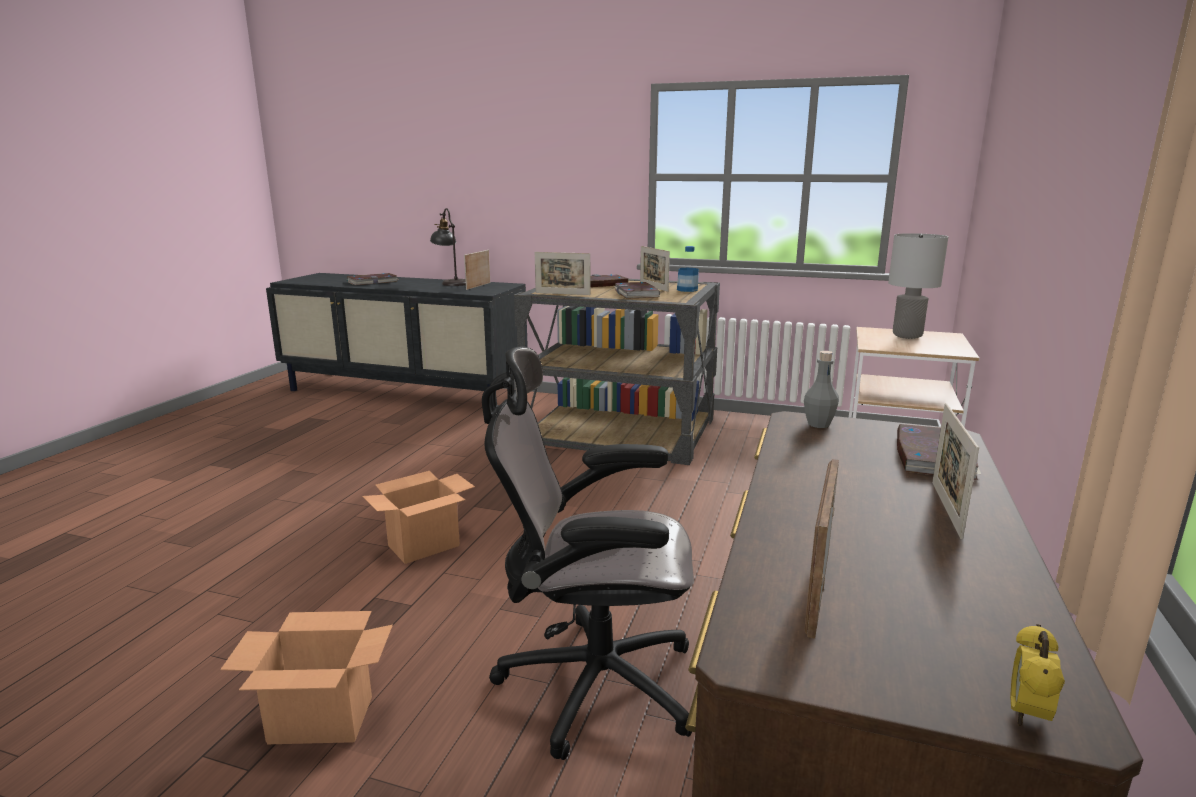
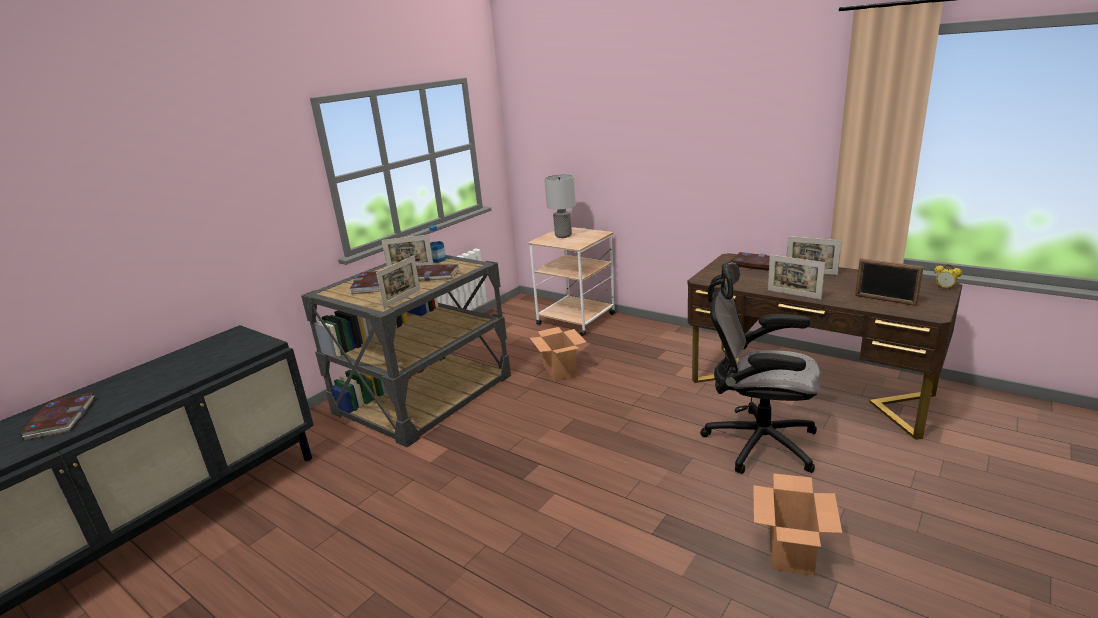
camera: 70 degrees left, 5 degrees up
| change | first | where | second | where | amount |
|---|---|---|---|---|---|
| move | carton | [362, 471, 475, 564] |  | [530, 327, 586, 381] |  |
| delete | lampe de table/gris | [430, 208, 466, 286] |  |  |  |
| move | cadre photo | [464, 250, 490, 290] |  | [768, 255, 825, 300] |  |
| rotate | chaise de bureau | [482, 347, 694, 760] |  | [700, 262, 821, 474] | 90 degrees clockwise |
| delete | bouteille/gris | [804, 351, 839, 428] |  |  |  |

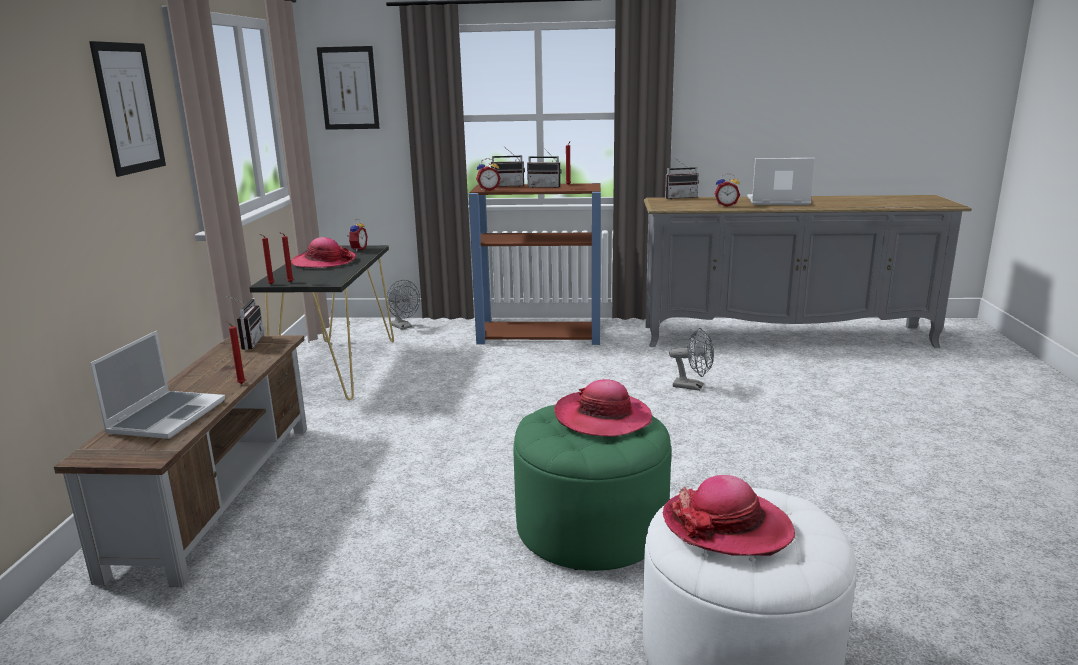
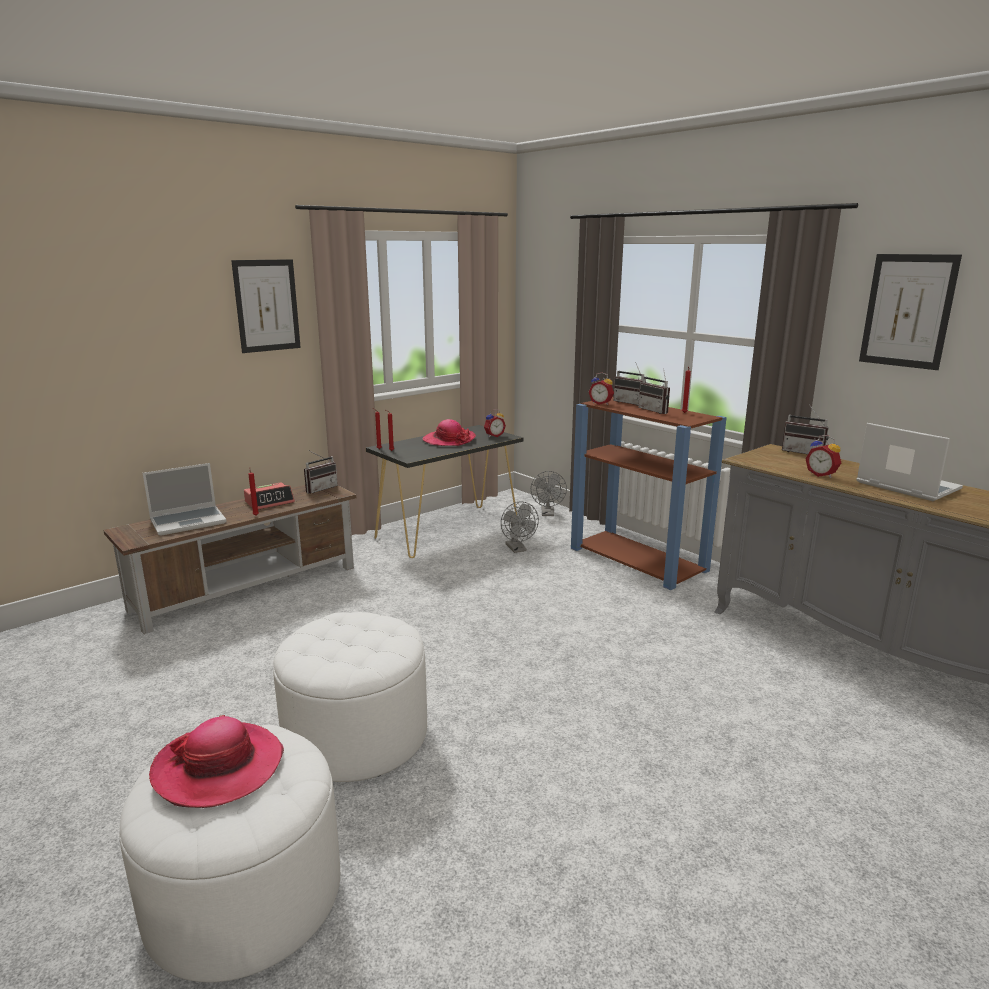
camera: 45 degrees right, 0 degrees up
| change | first | where | second | where | amount |
|---|---|---|---|---|---|
| move | tableau | [317, 46, 380, 130] |  | [859, 254, 962, 370] |  |
| recolor | pouf/vert | [513, 405, 671, 571] | pouf/blanc | [273, 612, 427, 782] |  |
| delete | chapeau | [554, 379, 652, 437] |  |  |  |
| move | ventilateur/gris | [669, 328, 714, 391] |  | [501, 502, 539, 553] |  |
| insert |  |  | réveil | [244, 482, 295, 510] |  |

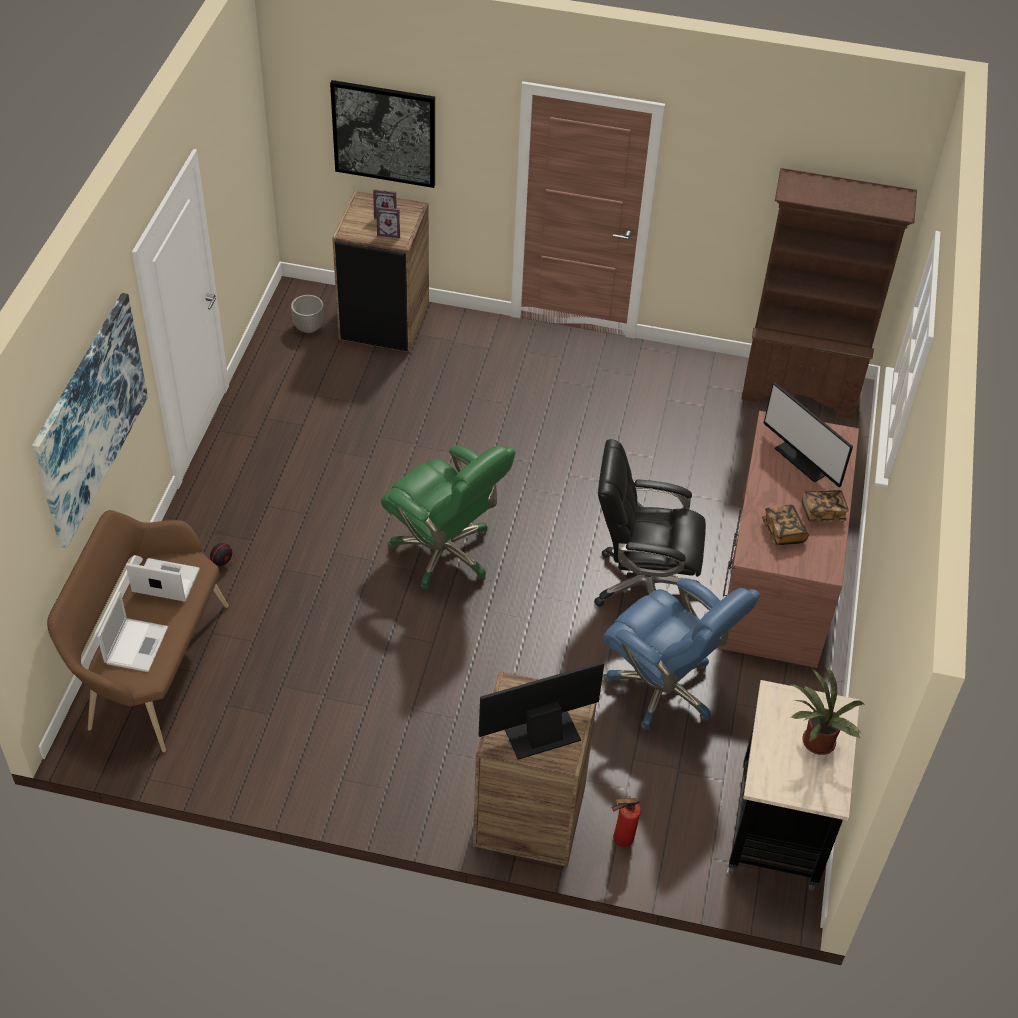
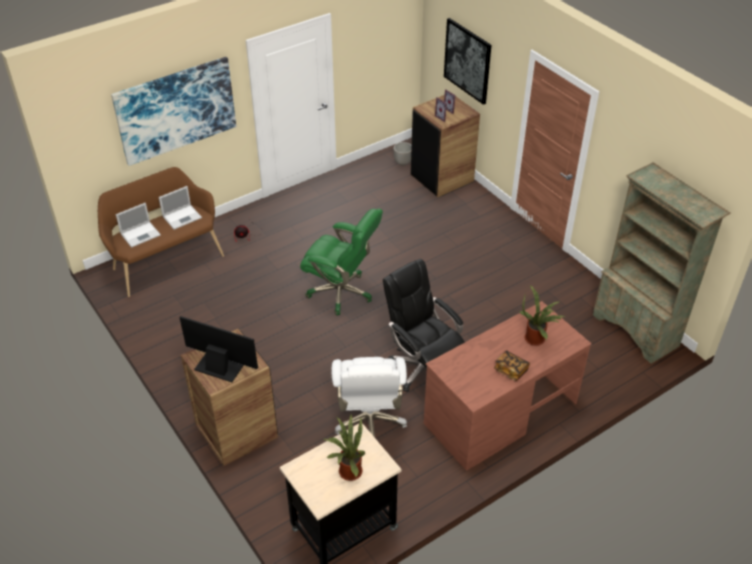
camera: 45 degrees right, 5 degrees down
| change | first | where | second | where | amount |
|---|---|---|---|---|---|
| rotate | ordinateur portable | [126, 558, 200, 602] |  | [159, 186, 202, 230] | 90 degrees clockwise |
| rotate | chaise de bureau/vert | [381, 445, 515, 590] |  | [300, 208, 383, 316] | 60 degrees counterclockwise |
| recolor | chaise de bureau/bleu | [603, 578, 760, 730] | chaise de bureau/blanc | [331, 357, 407, 437] |  |
| delete | extincteur | [612, 796, 641, 847] |  |  |  |
| recolor | bibliothèque/marron | [741, 168, 917, 419] | bibliothèque/vert | [593, 162, 731, 364] |  |
| delete | livre | [762, 504, 809, 545] |  |  |  |
| replace | écran d'ordinateur | [763, 382, 853, 487] | plante en pot | [520, 285, 566, 346] |  |

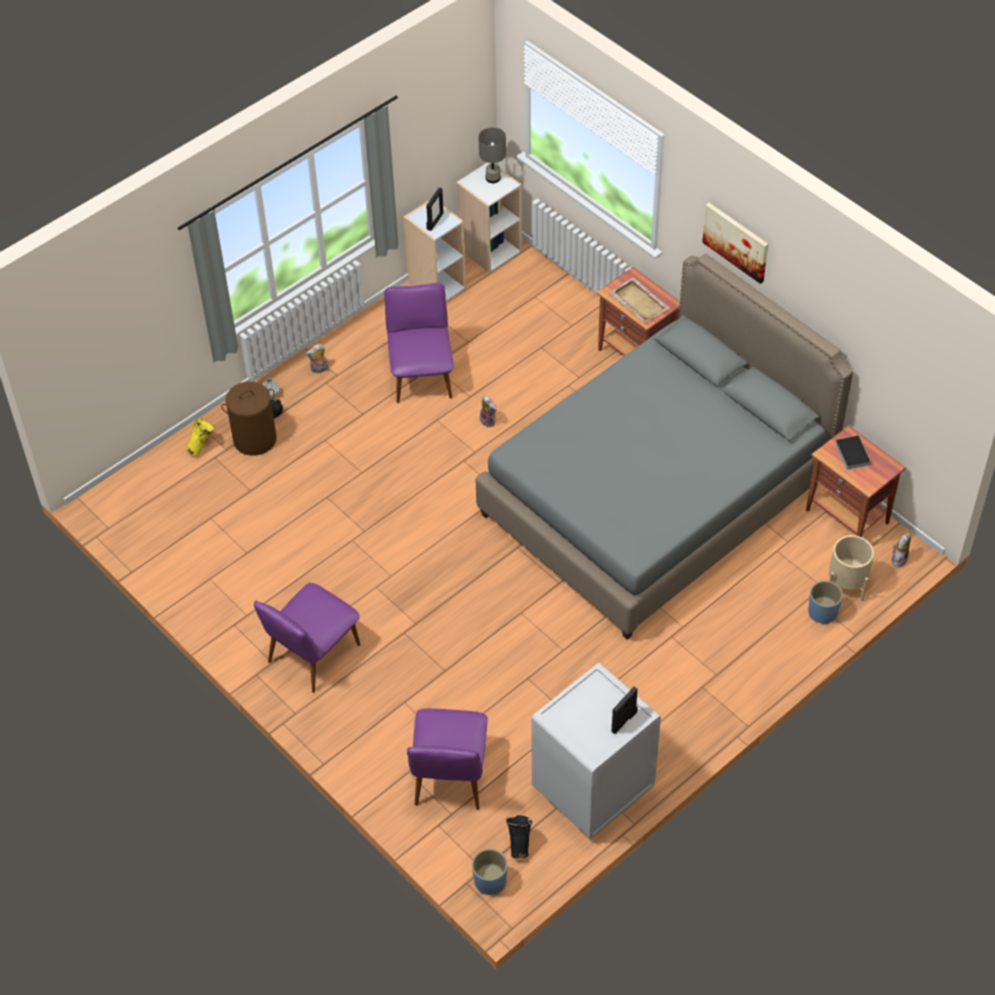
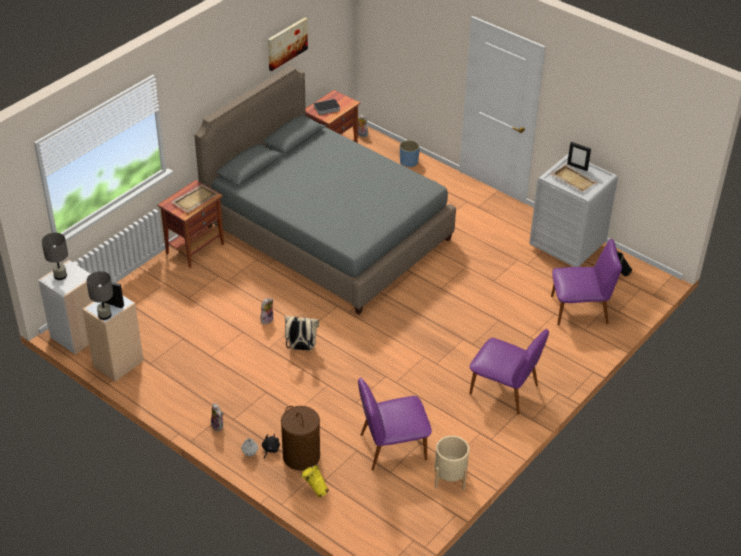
camera: 100 degrees left, 10 degrees down
| change | first | where | second | where | amount |
|---|---|---|---|---|---|
| move | chaise/violet | [384, 283, 454, 403] |  | [358, 377, 432, 470] |  |
| delete | cache-pot/bleu | [472, 849, 508, 895] |  |  |  |
| move | tableau | [702, 203, 768, 284] |  | [268, 17, 308, 71] |  |
| move | cache-pot/beige | [829, 535, 874, 601] |  | [435, 436, 469, 490] |  |
| insert |  |  | lampe de table/gris | [86, 271, 113, 320] |  |
| insert |  |  | sac à dos/beige | [285, 315, 319, 351] |  |
| insert |  |  | plateau/beige | [550, 164, 598, 192] |  |

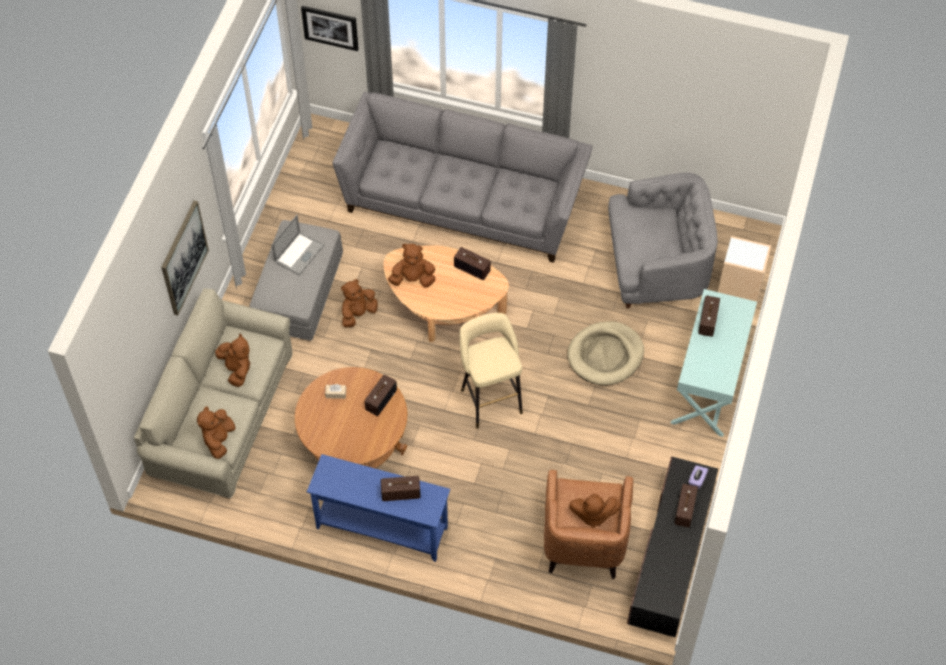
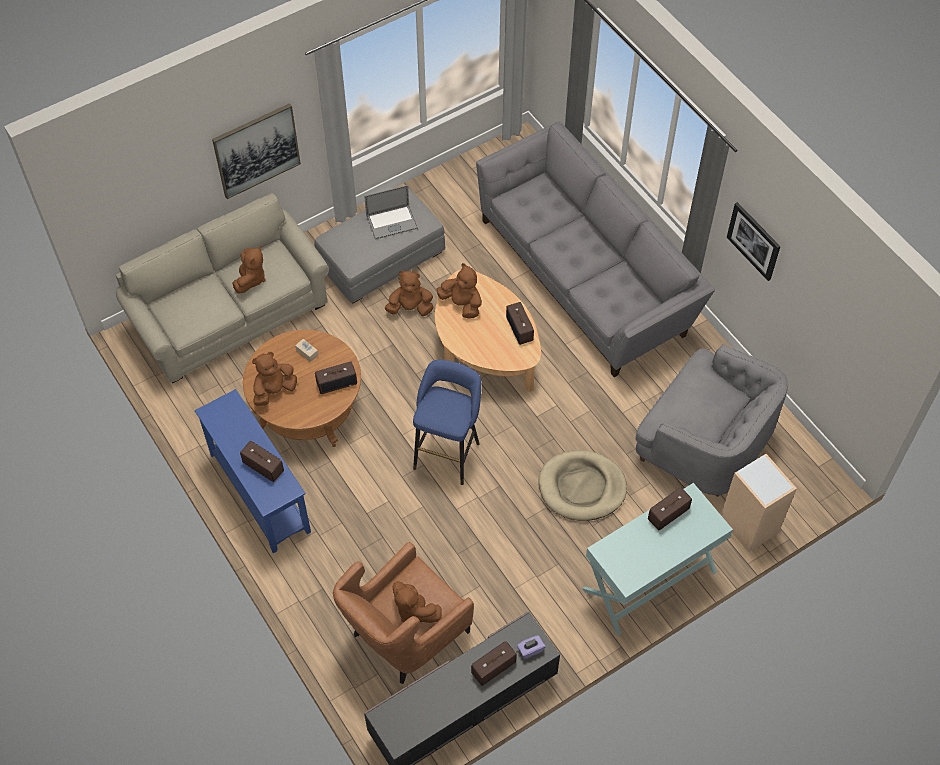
camera: 40 degrees right, 0 degrees up
| change | first | where | second | where | amount |
|---|---|---|---|---|---|
| move | peluche/marron | [197, 406, 236, 459] |  | [252, 352, 297, 406] |  |
| move | tableau | [301, 6, 359, 51] |  | [727, 202, 780, 281] |  |
| recolor | tabouret/beige | [459, 313, 523, 428] | tabouret/bleu | [413, 360, 481, 485] |  |

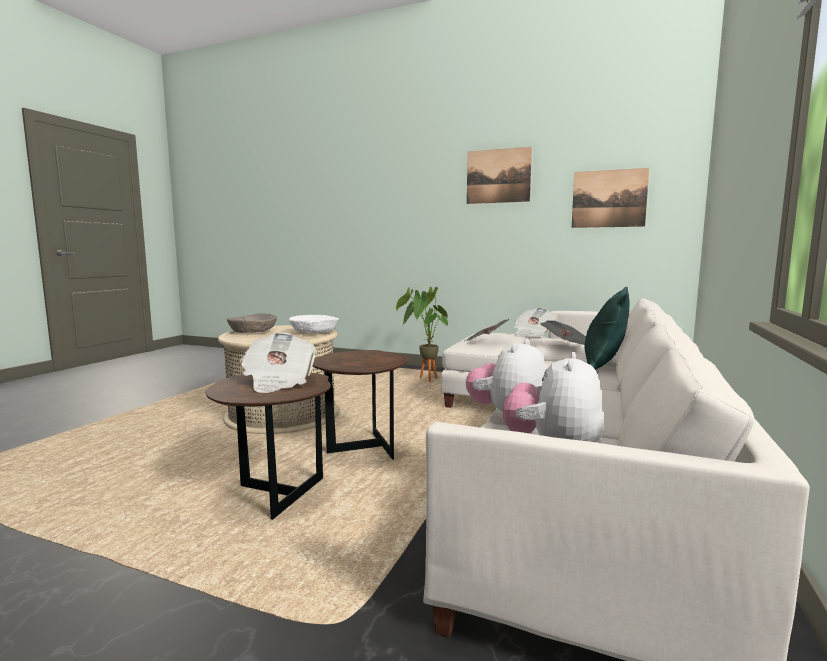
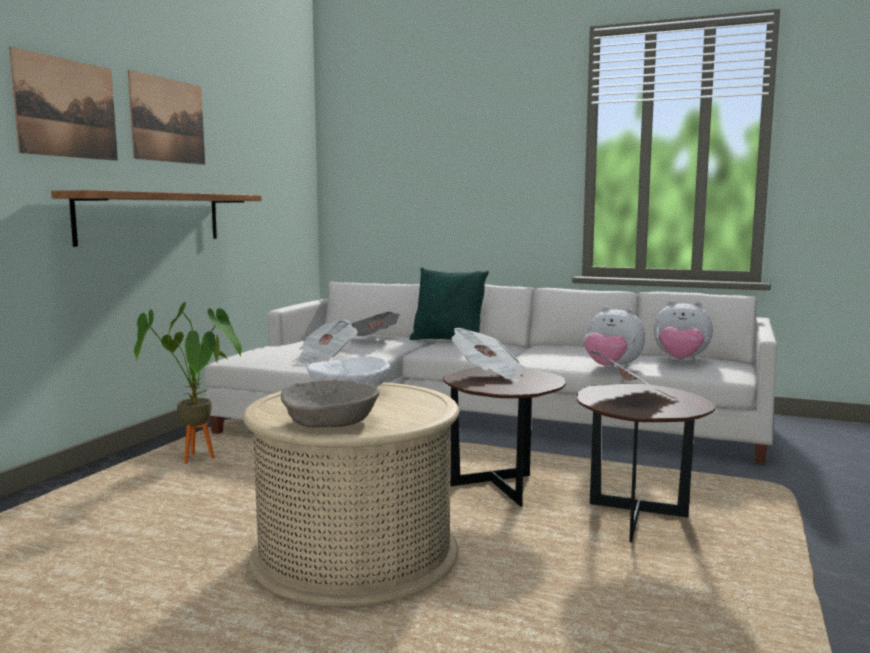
camera: 90 degrees left, 0 degrees up
| change | first | where | second | where | amount |
|---|---|---|---|---|---|
| move | journal | [514, 308, 557, 337] |  | [452, 328, 525, 381] |  |
| move | tableau | [572, 168, 649, 228] |  | [9, 47, 118, 161] |  |
| insert |  |  | étagère | [51, 190, 262, 247] |  |

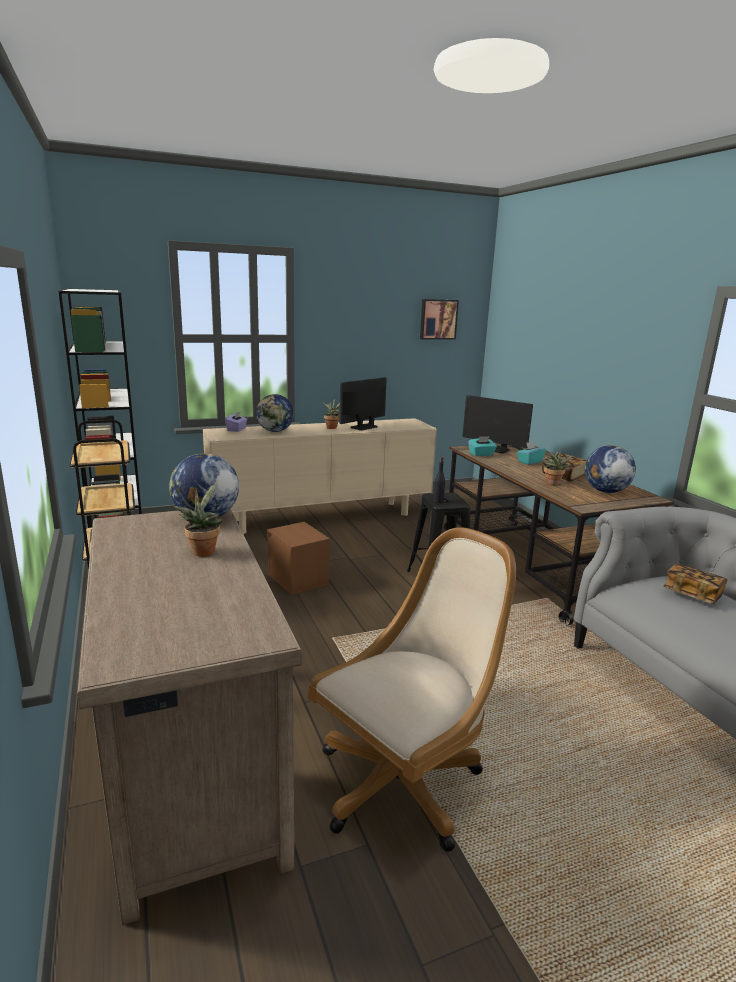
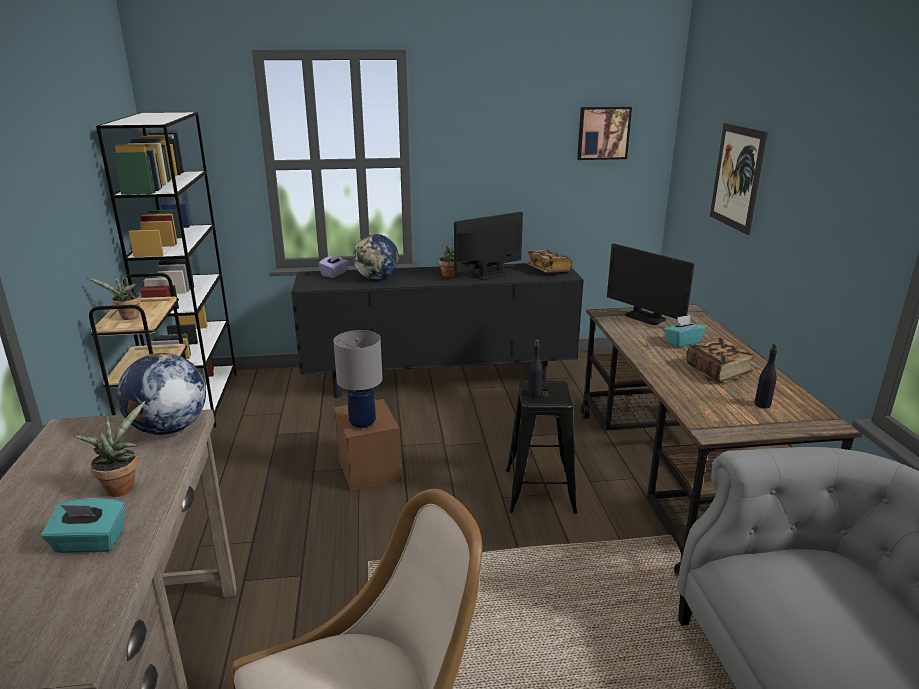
camera: 15 degrees right, 5 degrees up
| change | first | where | second | where | amount |
|---|---|---|---|---|---|
| recolor | meuble de rangement/beige | [203, 418, 437, 534] | meuble de rangement/noir | [292, 263, 584, 398] |  |
| move | boîte à mouchoirs/turquoise | [468, 436, 497, 456] |  | [41, 498, 125, 553] |  |
| move | plante en pot | [542, 449, 573, 486] |  | [88, 275, 141, 320] |  |
| replace | globe | [585, 445, 636, 493] | bouteille/noir | [754, 344, 777, 408] |  |
| move | livre | [663, 564, 727, 604] |  | [526, 250, 573, 273] |  |
| insert |  |  | lampe de table/gris | [333, 330, 383, 428] |  |
| insert |  |  | tableau | [710, 123, 768, 235] |  |

